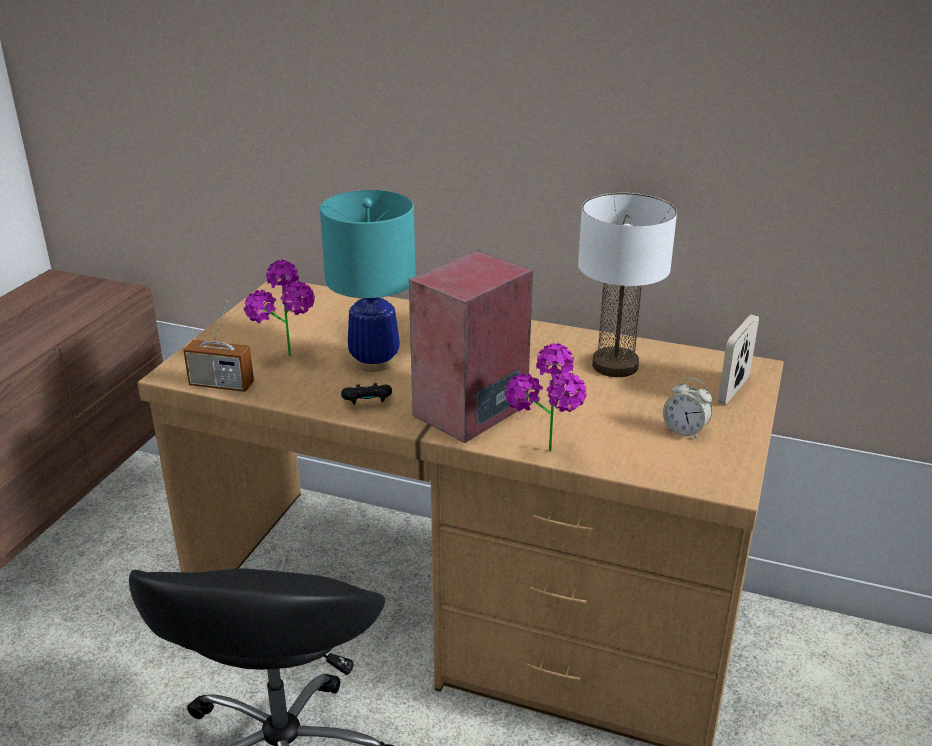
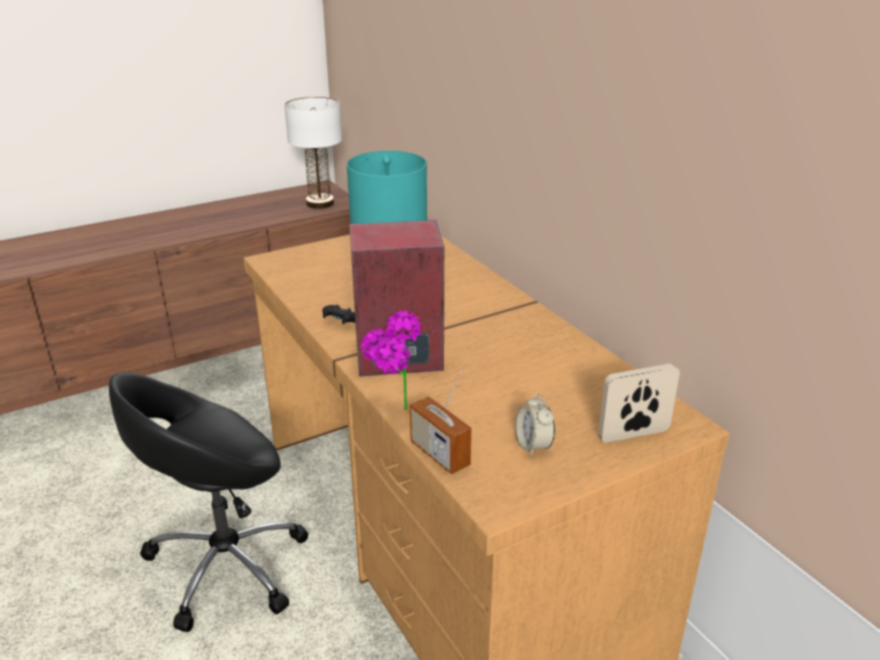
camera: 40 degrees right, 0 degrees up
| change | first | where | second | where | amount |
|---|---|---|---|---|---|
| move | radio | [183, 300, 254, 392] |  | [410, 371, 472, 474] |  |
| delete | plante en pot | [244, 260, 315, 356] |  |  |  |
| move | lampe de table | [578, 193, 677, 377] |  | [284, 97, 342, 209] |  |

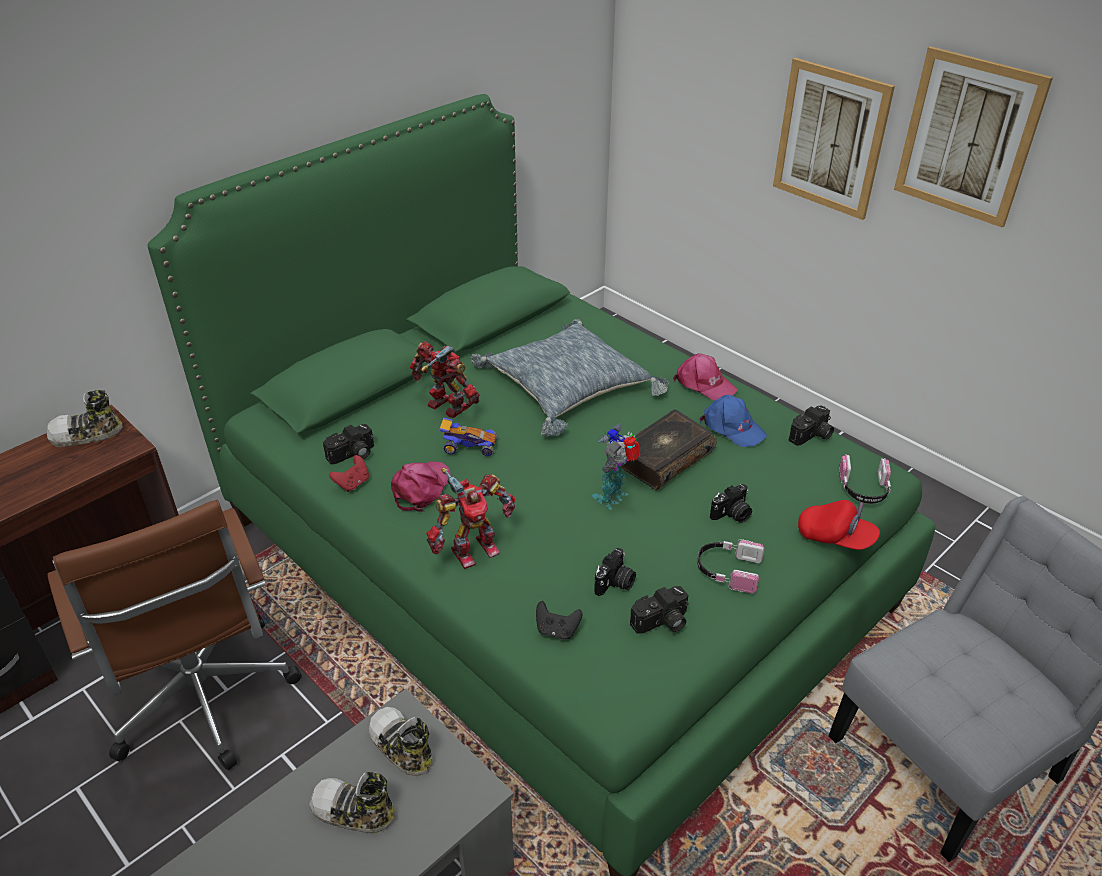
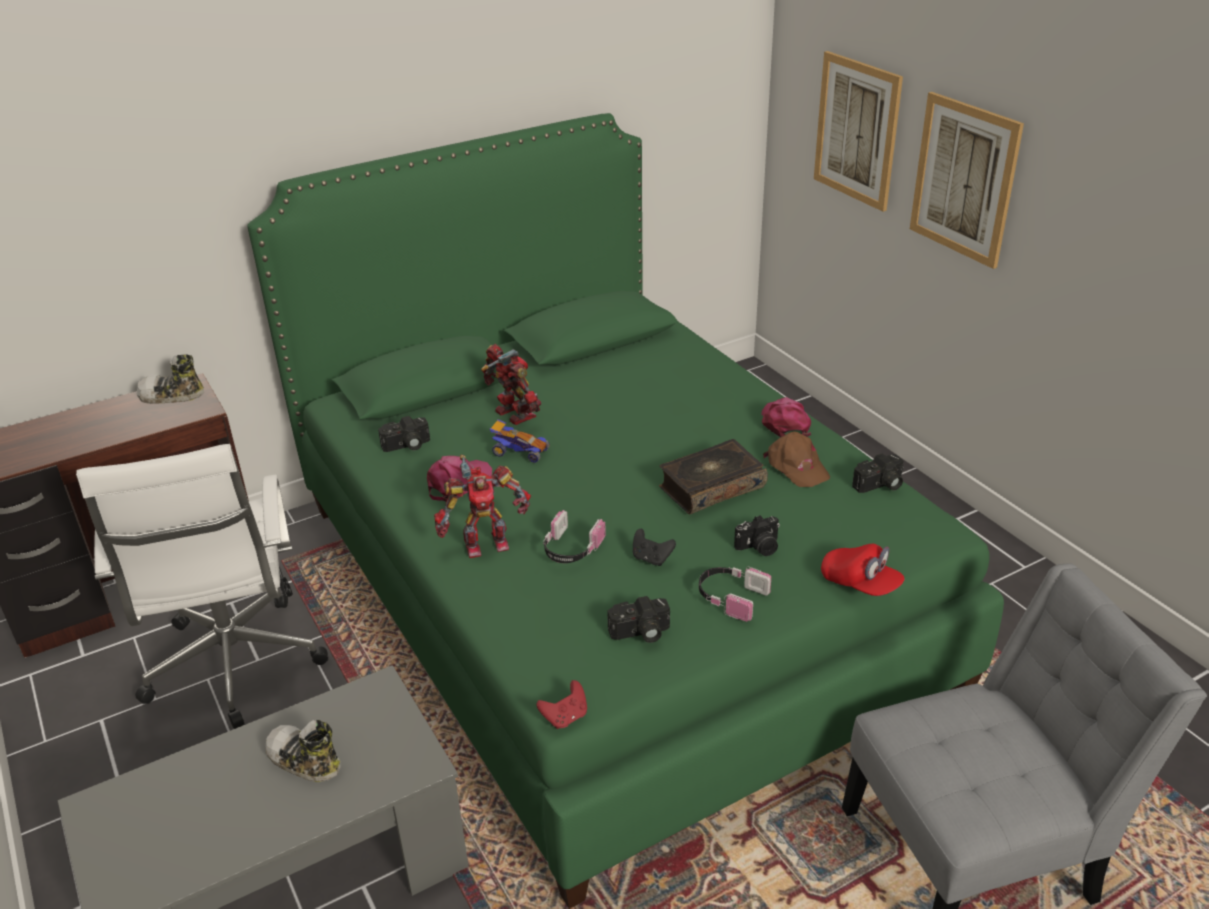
camera: 15 degrees right, 5 degrees down
| change | first | where | second | where | amount |
|---|---|---|---|---|---|
| recolor | chaise de bureau/marron | [48, 500, 302, 771] | chaise de bureau/blanc | [76, 444, 328, 729] |  |
| move | manette/rouge | [329, 455, 369, 492] |  | [536, 680, 587, 729] |  |
| delete | chaussure | [368, 707, 433, 776] |  |  |  |
| delete | coussin | [471, 319, 669, 437] |  |  |  |
| move | manette/noir | [536, 601, 582, 640] |  | [633, 529, 676, 566] |  |
| delete | robot jouet | [592, 424, 641, 510] |  |  |  |
| delete | appareil photo | [594, 548, 636, 596] |  |  |  |
| rotate | casquette/rose | [673, 353, 738, 401] |  | [761, 397, 811, 437] | 150 degrees counterclockwise |
| recolor | casquette/bleu | [700, 395, 767, 447] | casquette/marron | [763, 431, 830, 487] |  |
| move | casque audio | [839, 454, 891, 504] |  | [543, 510, 606, 563] |  |
| move | tableau | [894, 46, 1053, 227] |  | [814, 51, 903, 212] |  |

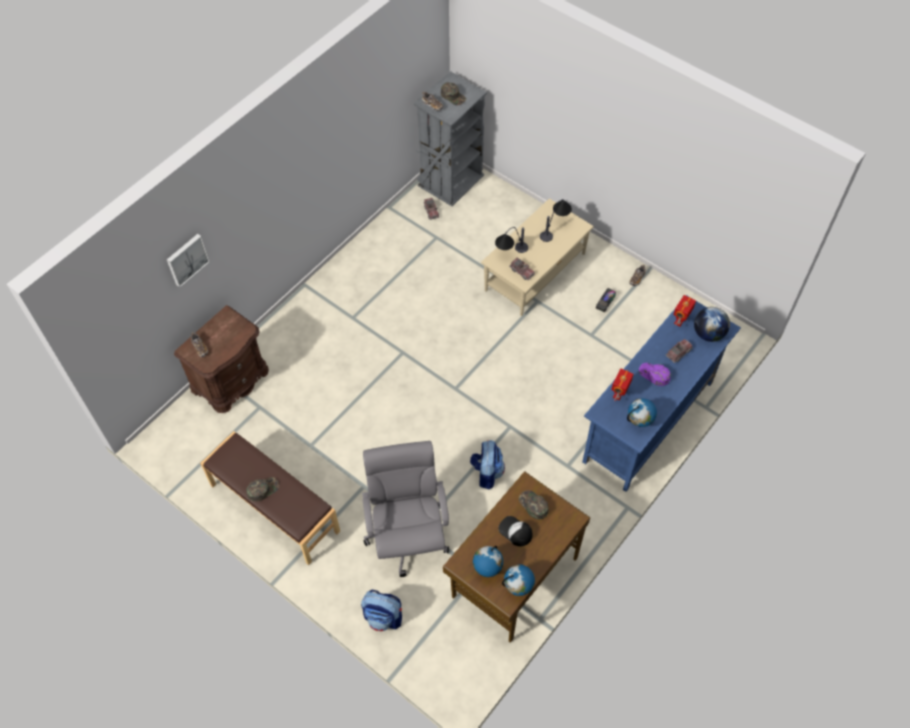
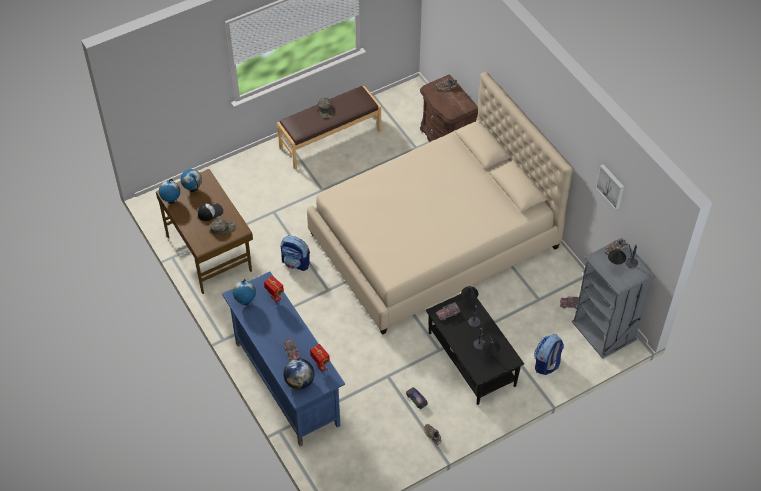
camera: 110 degrees right, 5 degrees down
| change | first | where | second | where | amount |
|---|---|---|---|---|---|
| move | tableau | [167, 234, 210, 287] |  | [595, 164, 624, 210] |  |
| move | sac à dos | [361, 590, 402, 631] |  | [534, 334, 564, 375] |  |
| delete | chaise de bureau/gris | [362, 441, 449, 577] |  |  |  |
| replace | casquette/vert | [441, 82, 466, 105] | lampe de table | [608, 244, 638, 268] |  |
| recolor | table basse/beige | [481, 198, 594, 316] | table basse/noir | [426, 294, 524, 405] |  |
| delete | casquette/violet | [639, 363, 671, 386] |  |  |  |
| insert |  |  | lit/beige | [307, 72, 573, 335] |  |

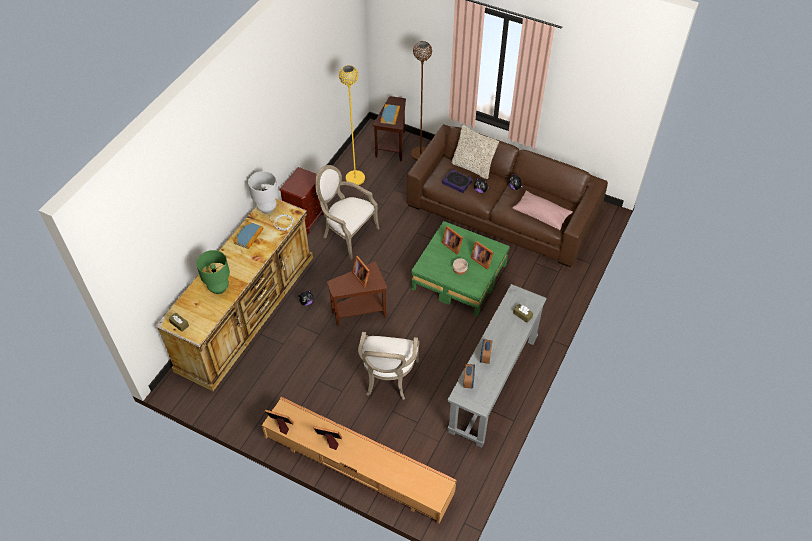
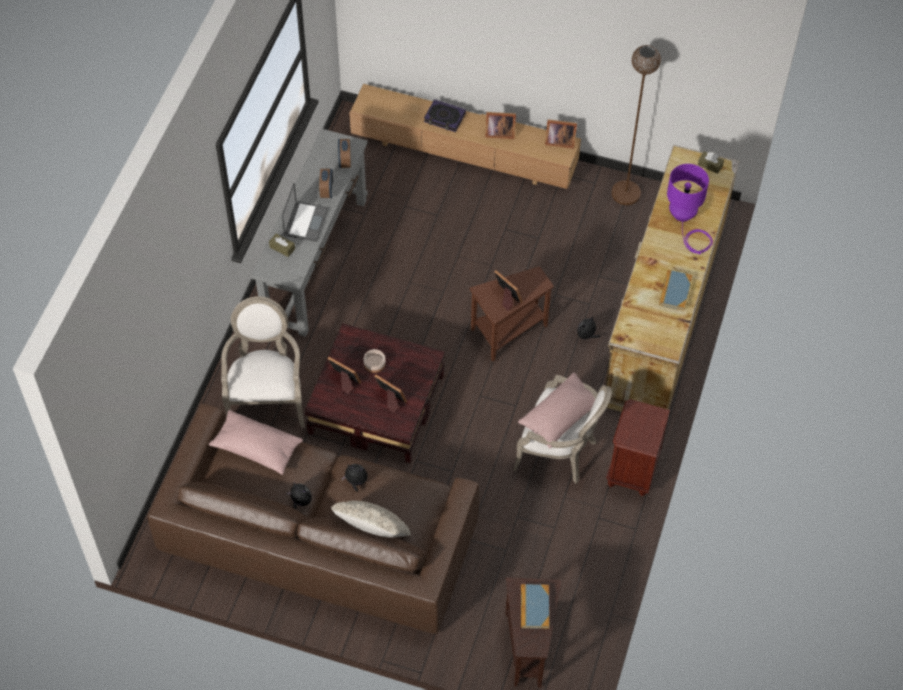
camera: 170 degrees right, 5 degrees up
| change | first | where | second | where | amount |
|---|---|---|---|---|---|
| recolor | lampe de table/vert | [196, 250, 230, 294] | lampe de table/violet | [667, 164, 713, 254] |  |
| delete | lampe de table/gris | [248, 171, 294, 231] |  |  |  |
| delete | lampadaire/jaune | [339, 65, 365, 185] |  |  |  |
| move | fauteuil | [358, 332, 419, 400] |  | [221, 296, 304, 428] |  |
| move | lampadaire/marron | [411, 41, 432, 161] |  | [612, 45, 661, 205] |  |
| recolor | table basse/vert | [411, 221, 510, 316] | table basse/marron | [305, 323, 445, 463] |  |
| move | livre | [442, 170, 473, 193] |  | [424, 99, 466, 132] |  |
| insert |  |  | ordinateur portable | [282, 183, 328, 242] |  |
| insert |  |  | coussin/rose | [518, 373, 595, 448] |  |

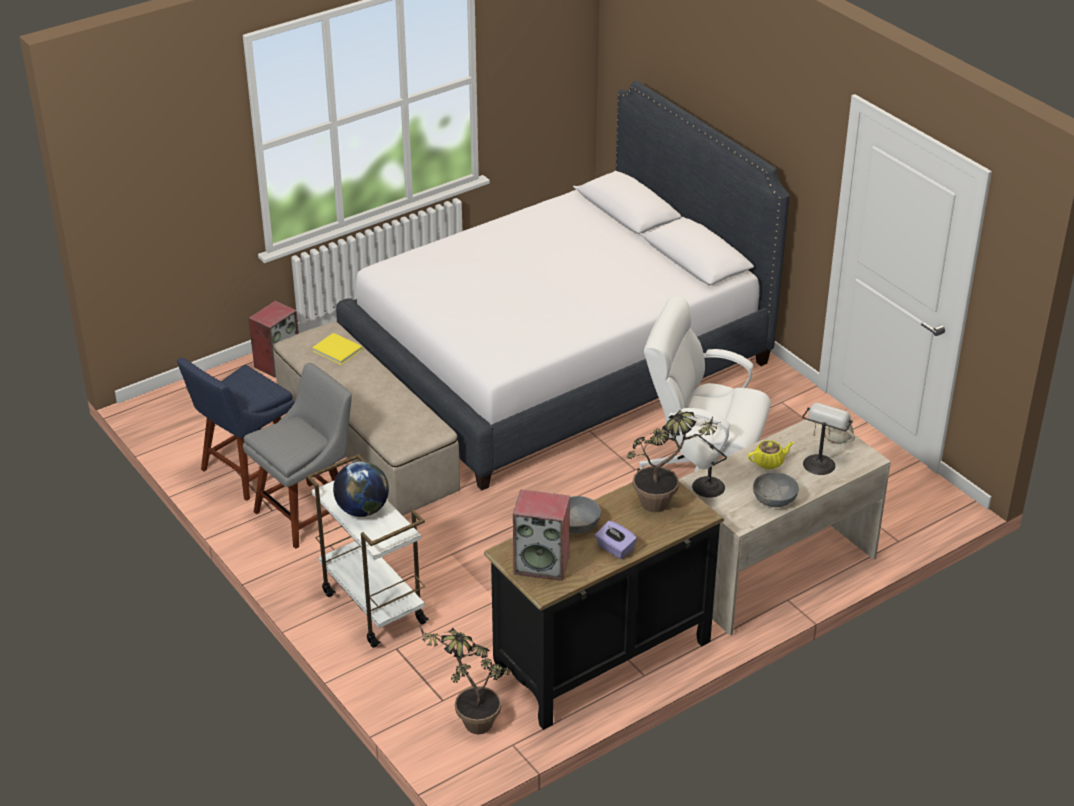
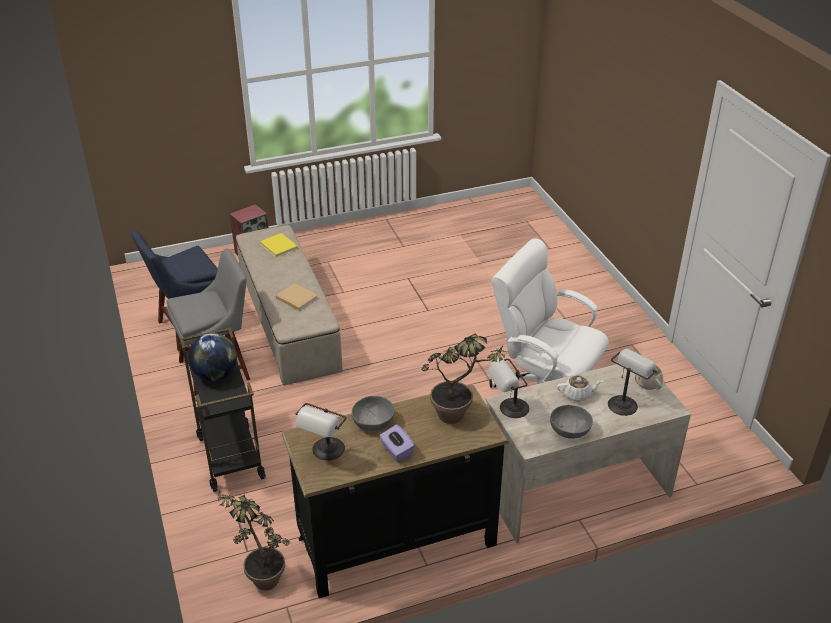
camera: 15 degrees right, 0 degrees up
| change | first | where | second | where | amount |
|---|---|---|---|---|---|
| recolor | chariot/blanc | [306, 454, 430, 648] | chariot/noir | [180, 328, 266, 492] |  |
| delete | lit/blanc | [336, 81, 790, 490] |  |  |  |
| replace | enceinte | [513, 489, 570, 581] | lampe de table | [296, 403, 346, 461] |  |
| recolor | théière/jaune | [748, 440, 794, 469] | théière/blanc | [557, 375, 602, 402] |  |
| insert |  |  | livre/beige | [276, 283, 318, 311] |  |

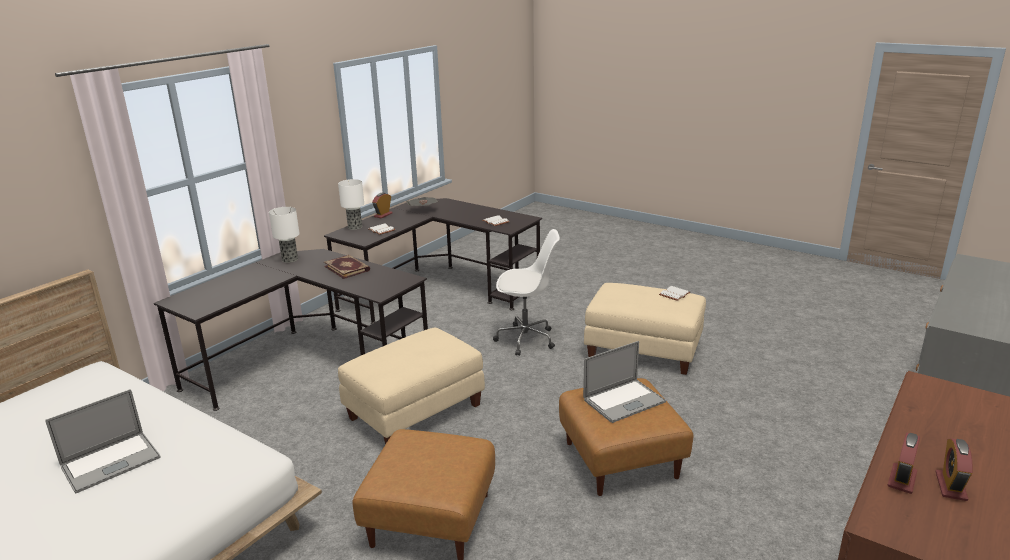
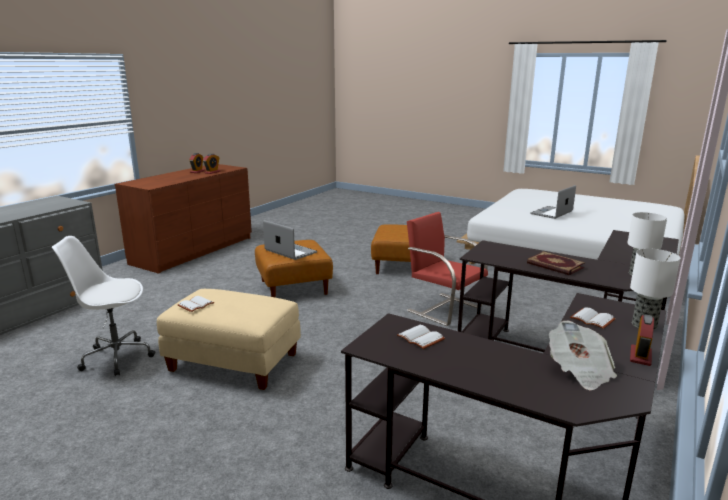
camera: 175 degrees right, 5 degrees down
| change | first | where | second | where | amount |
|---|---|---|---|---|---|
| replace | pouf/beige | [338, 328, 485, 444] | chaise/rouge | [407, 212, 488, 326] |  |
| move | chaise de bureau/blanc | [493, 229, 560, 356] |  | [52, 236, 156, 376] |  |
| rotate | ordinateur portable | [583, 341, 666, 423] |  | [263, 220, 317, 260] | 75 degrees clockwise |

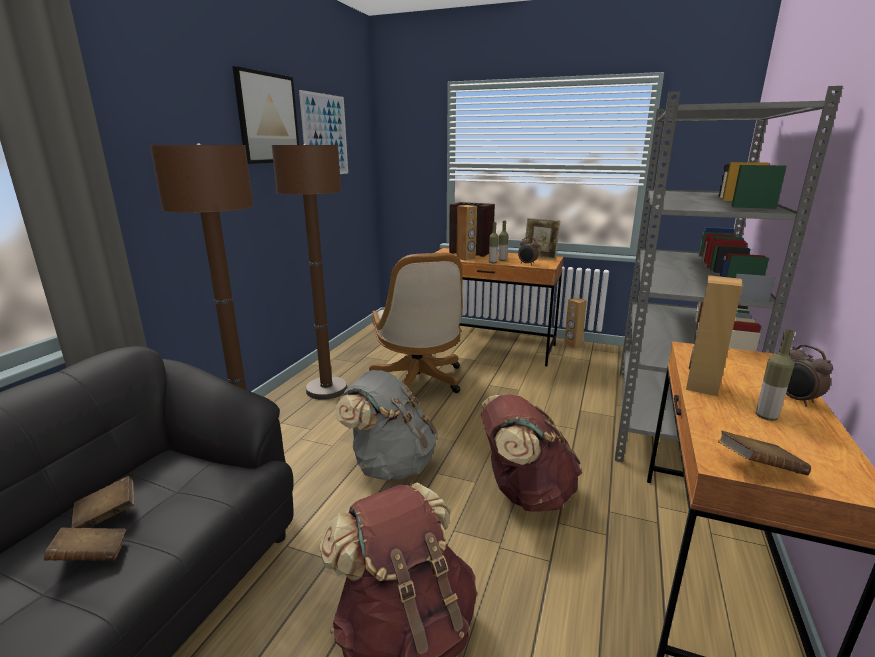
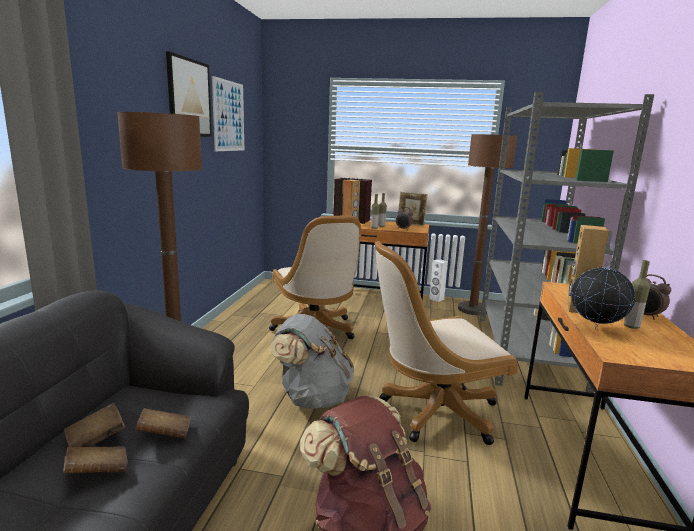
camera: 10 degrees left, 5 degrees down
| change | first | where | second | where | amount |
|---|---|---|---|---|---|
| move | lampadaire/marron | [272, 144, 347, 400] |  | [458, 134, 517, 315] |  |
| replace | sac à dos/marron | [481, 394, 582, 512] | chaise de bureau | [375, 241, 518, 445] |  |
| recolor | enceinte/marron | [564, 298, 587, 349] | enceinte/blanc | [429, 260, 448, 302] |  |
| move | livre/marron | [718, 431, 811, 475] |  | [135, 408, 191, 438] |  |
| insert |  |  | globe | [571, 262, 635, 330] |  |

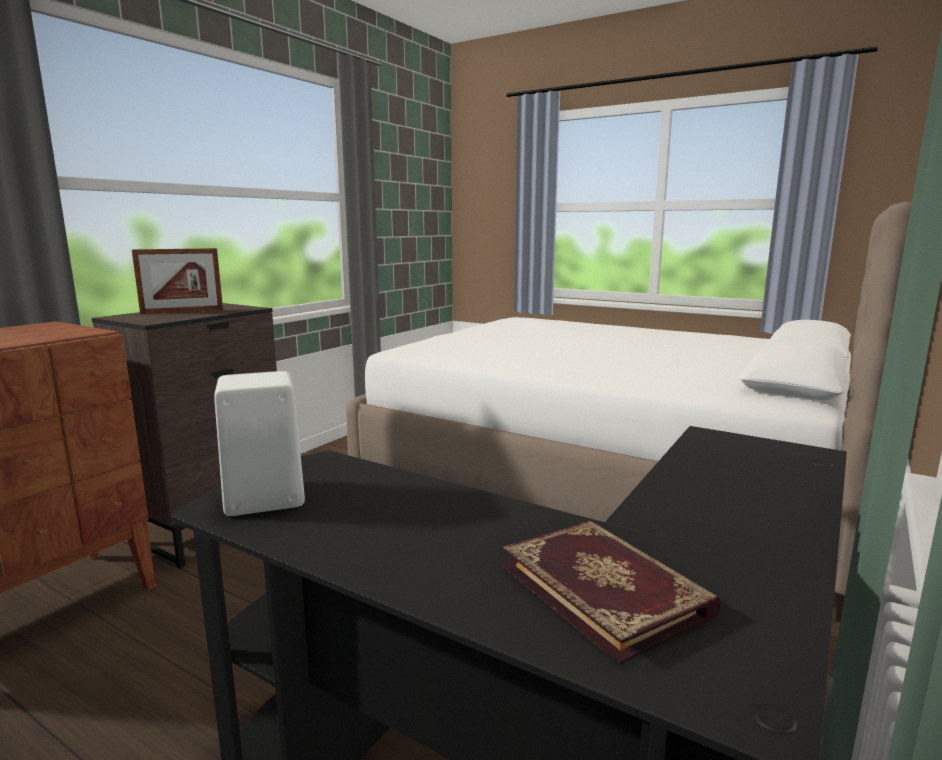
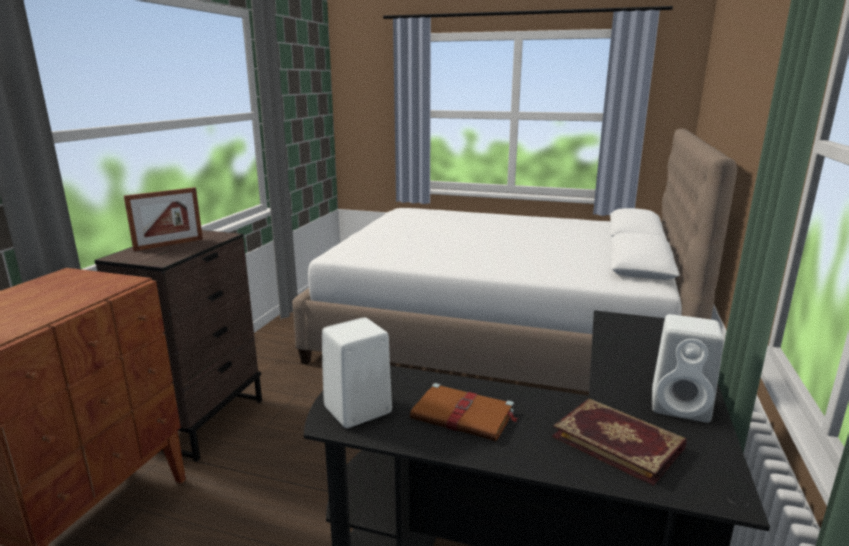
camera: 15 degrees left, 5 degrees up
| change | first | where | second | where | amount |
|---|---|---|---|---|---|
| insert |  |  | livre/marron | [410, 383, 519, 441] |  |
| insert |  |  | enceinte/blanc | [652, 314, 724, 422] |  |

